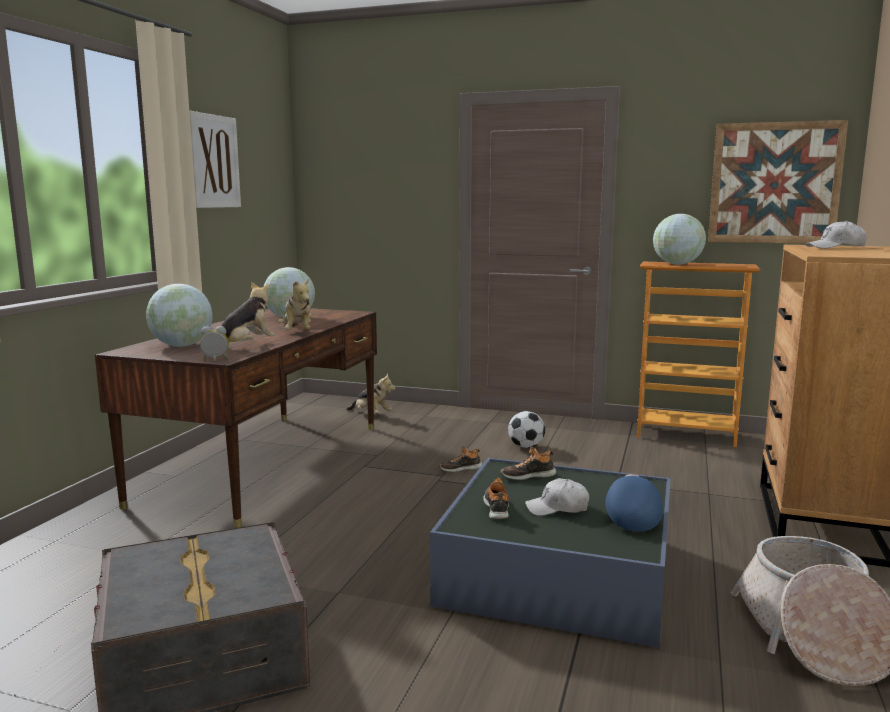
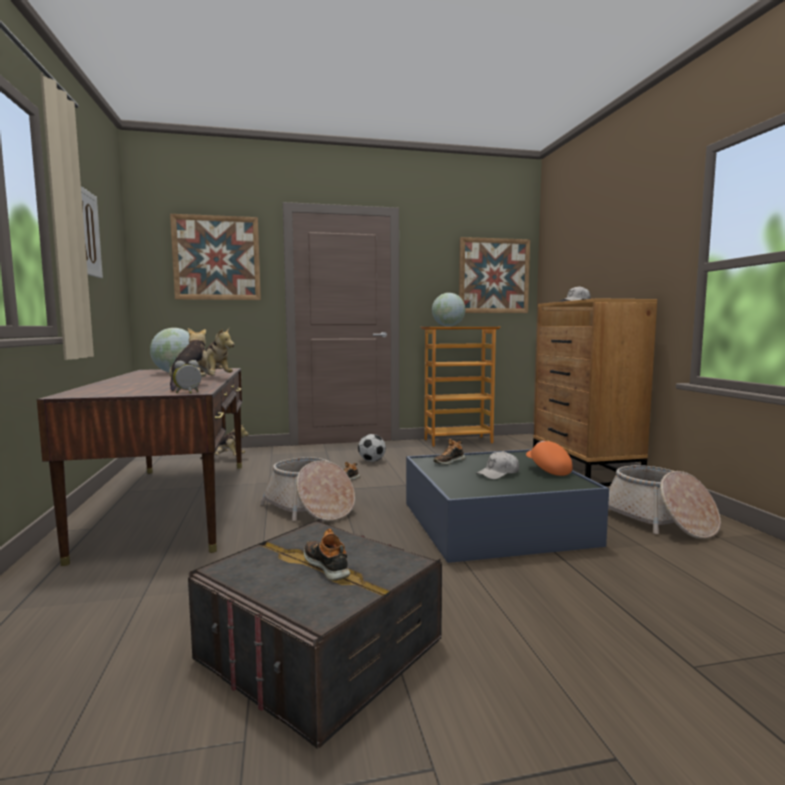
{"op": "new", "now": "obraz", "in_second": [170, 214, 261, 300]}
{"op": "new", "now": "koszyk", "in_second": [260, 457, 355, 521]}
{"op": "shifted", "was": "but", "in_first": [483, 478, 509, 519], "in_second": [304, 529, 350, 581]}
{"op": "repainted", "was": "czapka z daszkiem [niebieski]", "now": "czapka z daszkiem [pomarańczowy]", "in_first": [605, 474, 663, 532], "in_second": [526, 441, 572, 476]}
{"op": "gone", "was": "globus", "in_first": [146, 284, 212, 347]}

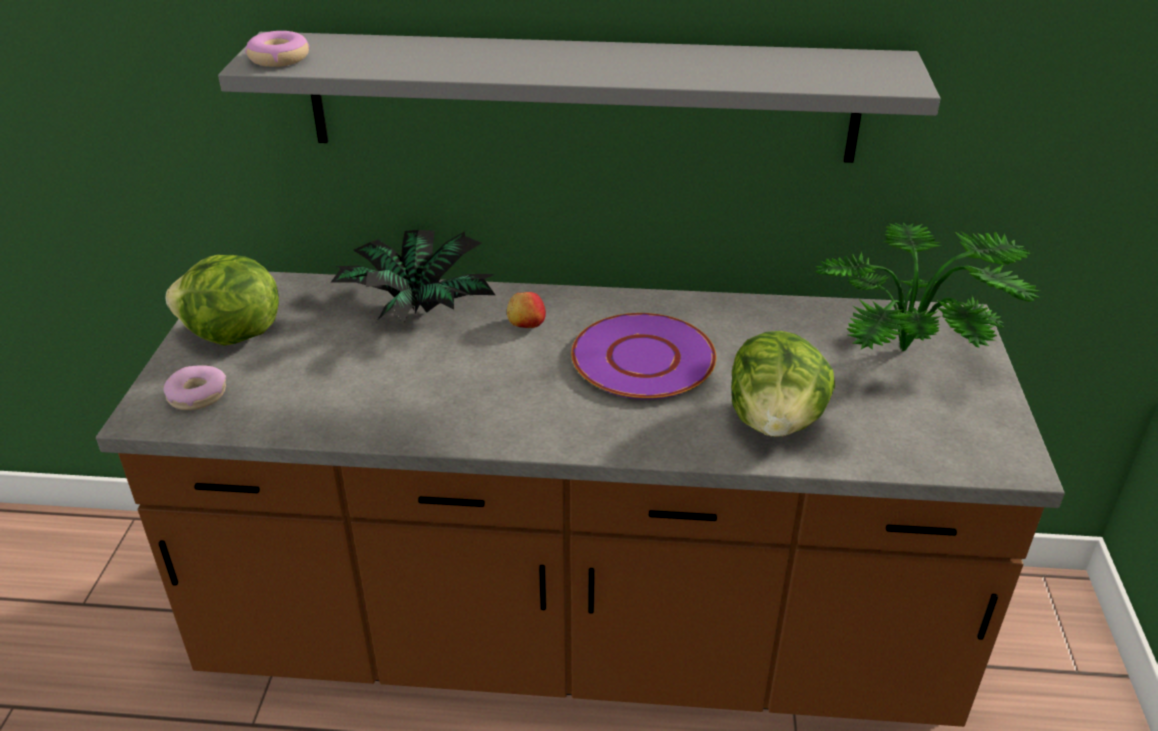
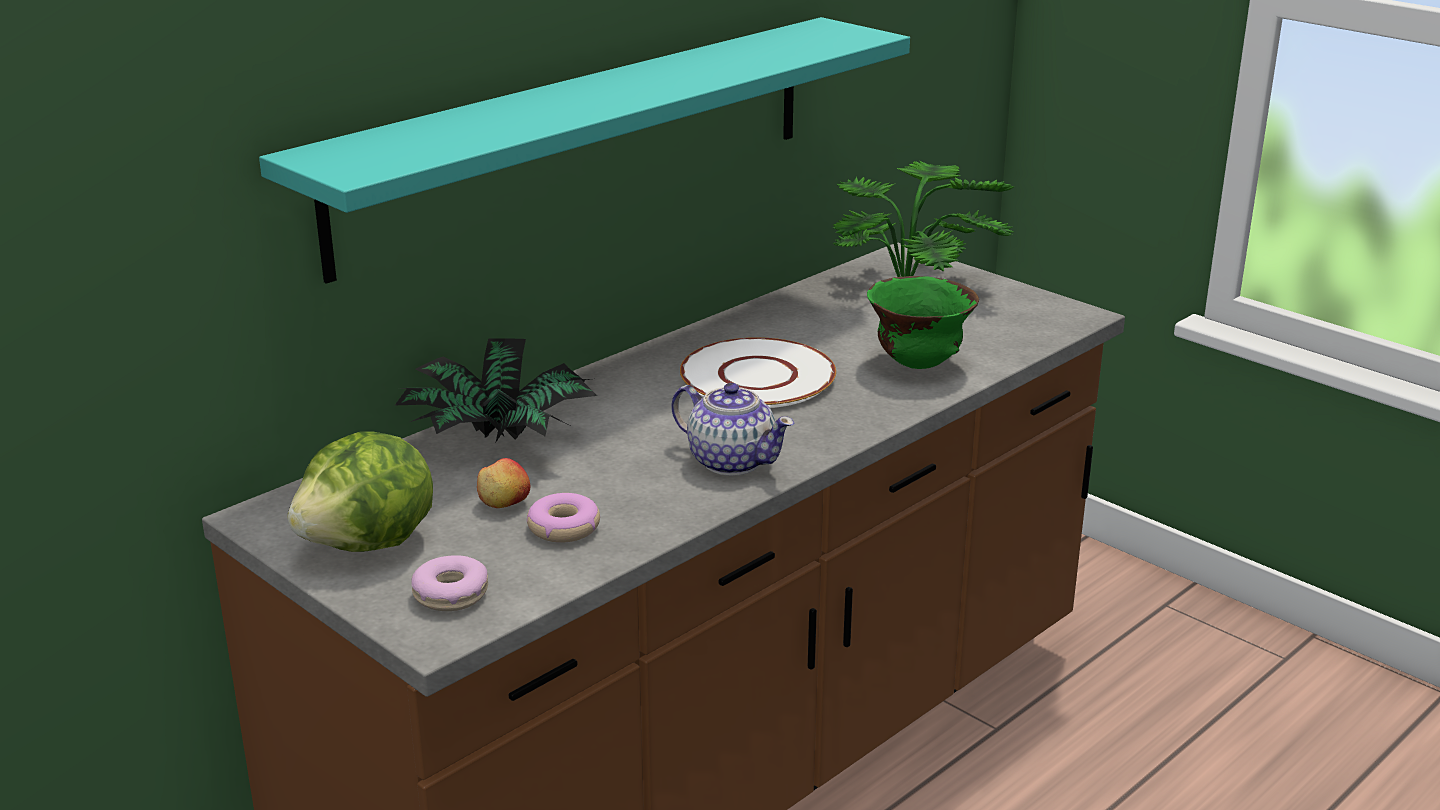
{"op": "repainted", "was": "półka [szary]", "now": "półka [turkusowy]", "in_first": [218, 32, 941, 163], "in_second": [259, 17, 910, 284]}
{"op": "shifted", "was": "jabłko", "in_first": [507, 292, 546, 328], "in_second": [477, 458, 530, 508]}
{"op": "shifted", "was": "donut", "in_first": [245, 31, 310, 67], "in_second": [527, 493, 600, 543]}
{"op": "new", "now": "imbryk", "in_second": [671, 383, 794, 476]}
{"op": "repainted", "was": "talerz [fioletowy]", "now": "talerz [biały]", "in_first": [571, 313, 716, 400], "in_second": [680, 337, 836, 408]}
{"op": "swapped", "was": "sałata", "now": "miska [zielony]", "in_first": [731, 331, 835, 437], "in_second": [867, 276, 979, 369]}

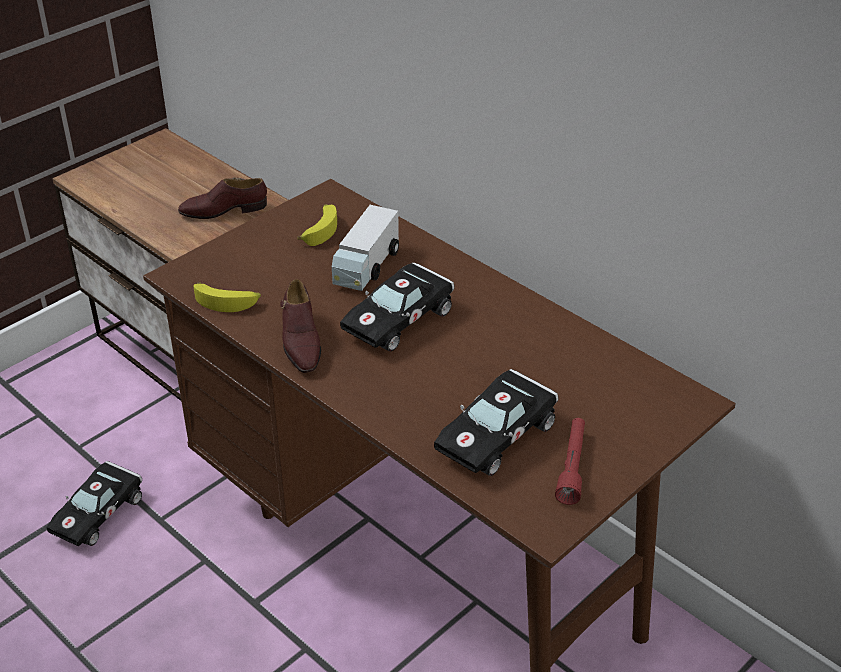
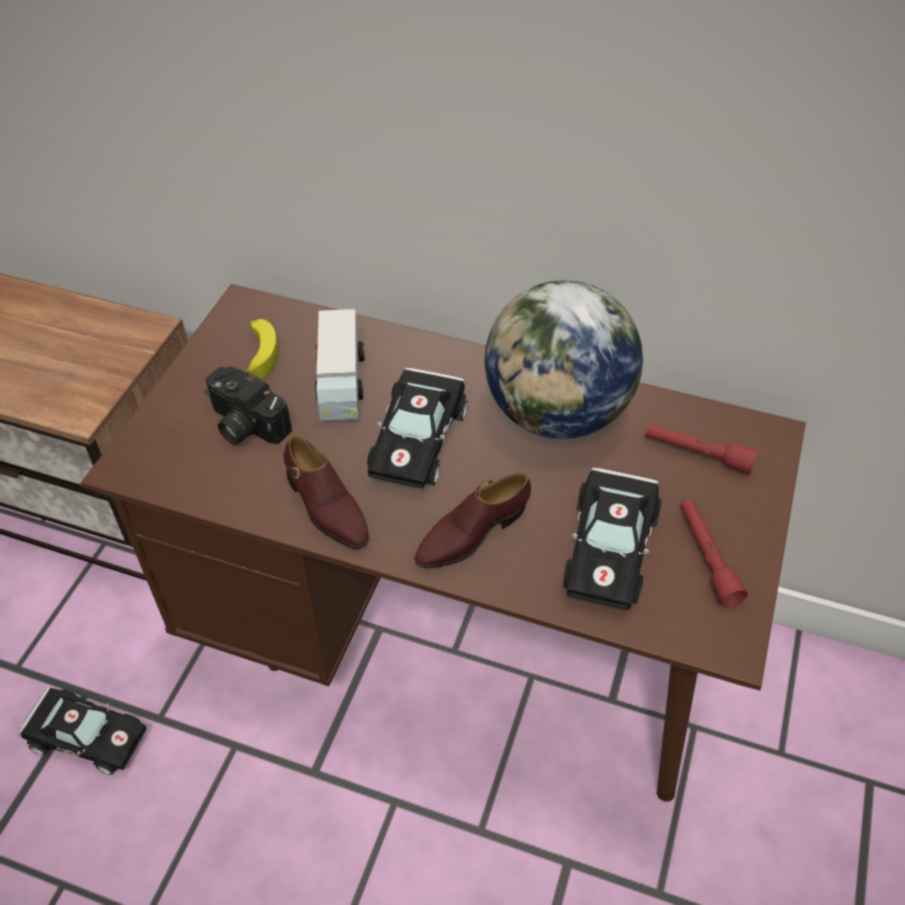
{"op": "rotated", "was": "samochodzik [czarny]", "in_first": [46, 461, 142, 546], "in_second": [18, 687, 147, 775], "clockwise": -75}
{"op": "new", "now": "aparat fotograficzny", "in_second": [205, 366, 292, 445]}
{"op": "shifted", "was": "but [brązowy]", "in_first": [178, 177, 267, 219], "in_second": [414, 473, 531, 568]}
{"op": "new", "now": "globus", "in_second": [485, 280, 643, 439]}
{"op": "new", "now": "latarka [czerwony]", "in_second": [645, 423, 758, 475]}
{"op": "gone", "was": "banan", "in_first": [194, 282, 261, 312]}

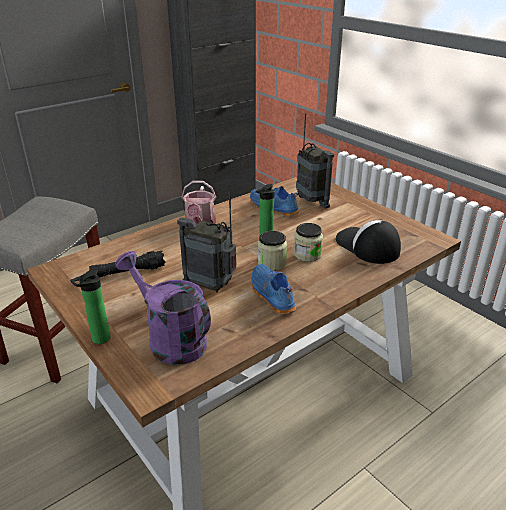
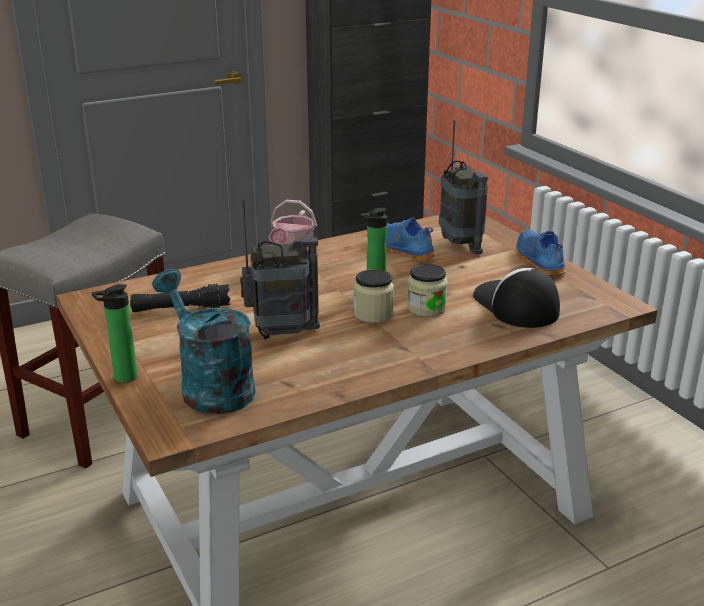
{"op": "repainted", "was": "konewka [fioletowy]", "now": "konewka [turkusowy]", "in_first": [115, 251, 211, 365], "in_second": [152, 269, 256, 414]}
{"op": "rotated", "was": "radio", "in_first": [177, 191, 236, 292], "in_second": [240, 199, 320, 340], "clockwise": 135}
{"op": "shifted", "was": "but [niebieski]", "in_first": [251, 264, 296, 314], "in_second": [516, 230, 566, 275]}

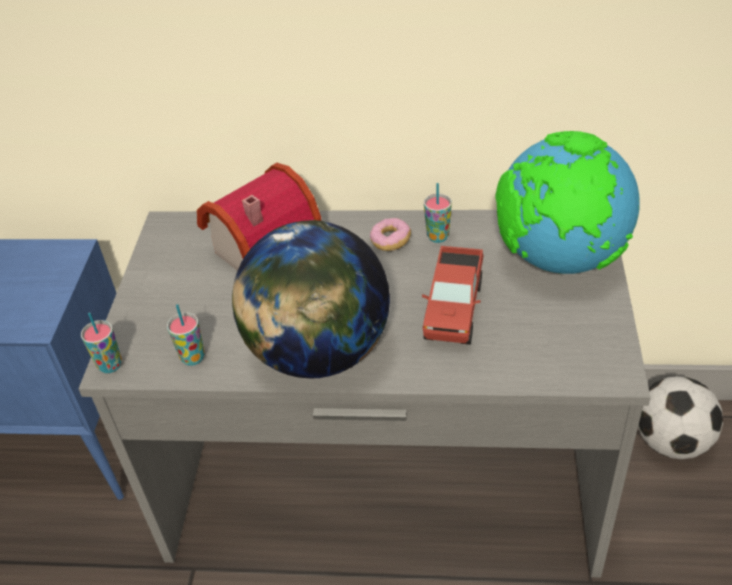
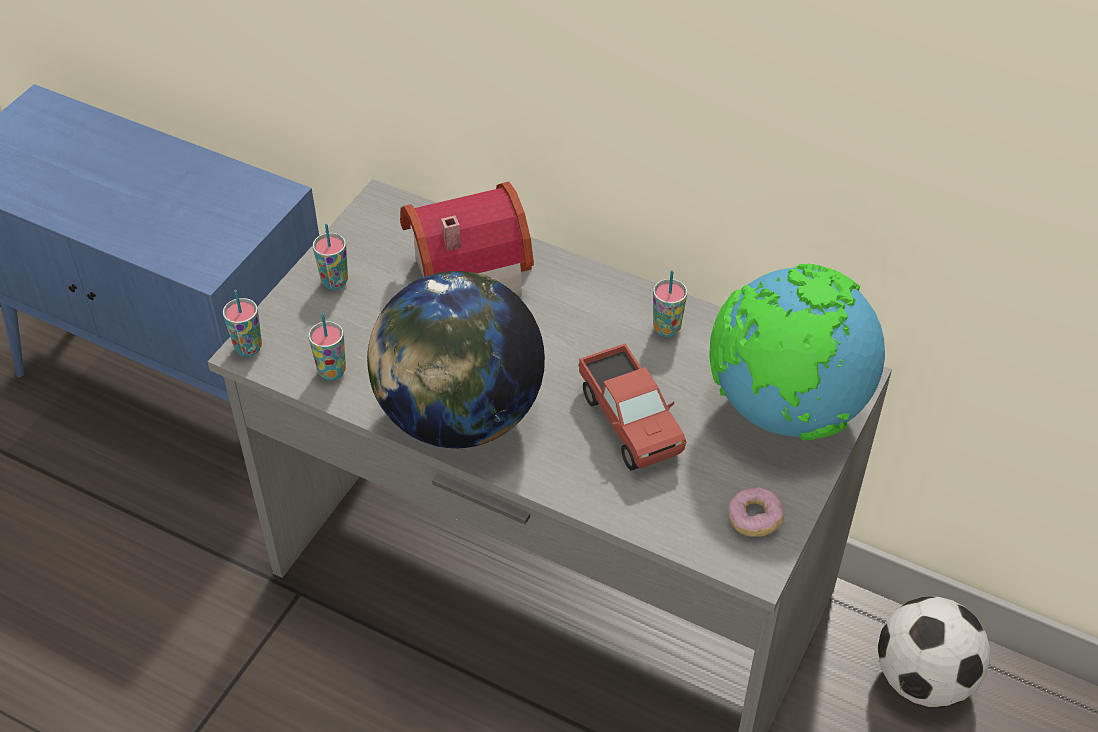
{"op": "new", "now": "filiżanka", "in_second": [313, 224, 348, 290]}
{"op": "rotated", "was": "ciężarówka zabawkowa", "in_first": [422, 246, 484, 345], "in_second": [578, 344, 686, 471], "clockwise": -60}
{"op": "shifted", "was": "donut", "in_first": [370, 218, 411, 251], "in_second": [728, 487, 784, 537]}

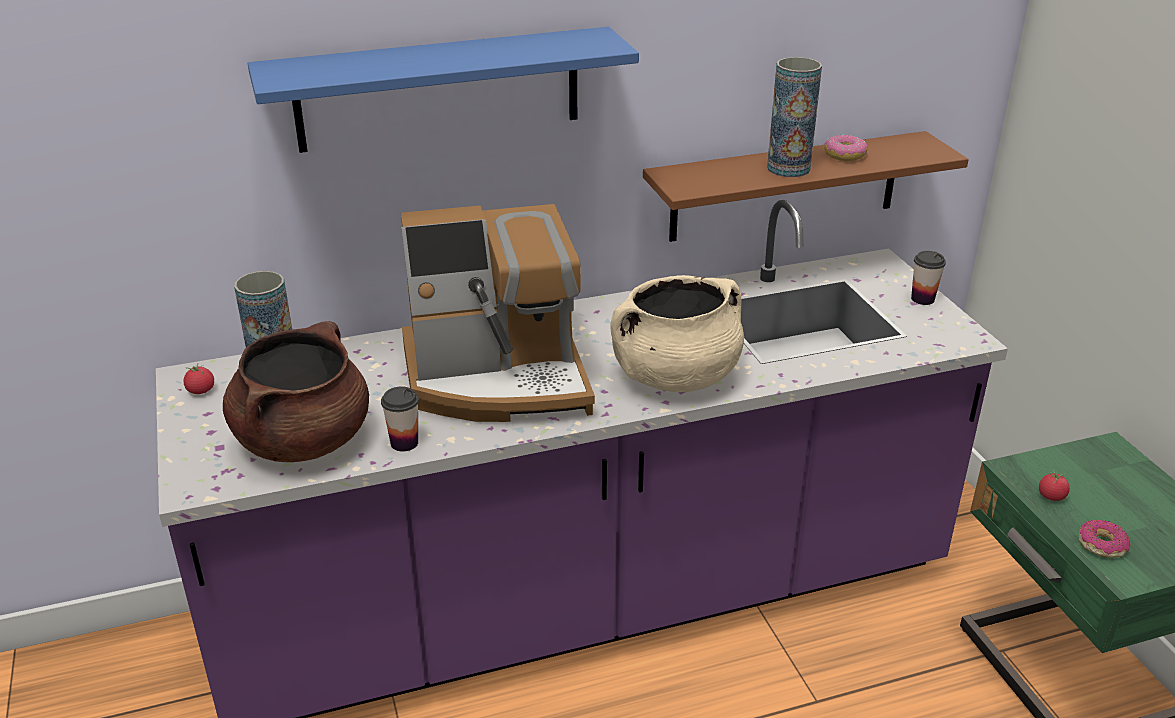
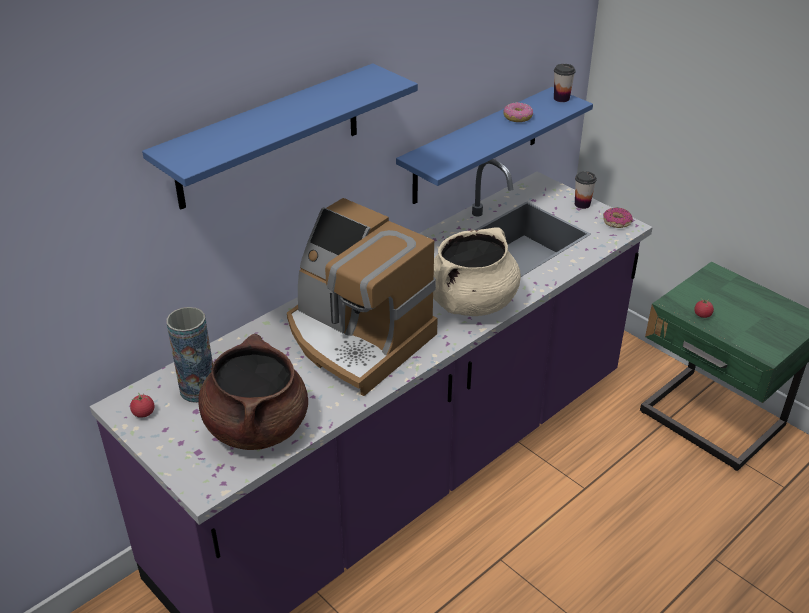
{"op": "rotated", "was": "ekspres do kawy", "in_first": [401, 204, 595, 422], "in_second": [287, 198, 438, 396], "clockwise": 75}
{"op": "repainted", "was": "półka [brązowy]", "now": "półka [niebieski]", "in_first": [643, 131, 969, 242], "in_second": [396, 87, 593, 204]}
{"op": "shifted", "was": "filiżanka", "in_first": [381, 386, 419, 452], "in_second": [554, 64, 576, 102]}
{"op": "shifted", "was": "donut", "in_first": [1079, 520, 1130, 558], "in_second": [603, 208, 633, 228]}
{"op": "gone", "was": "wazon", "in_first": [767, 57, 822, 177]}

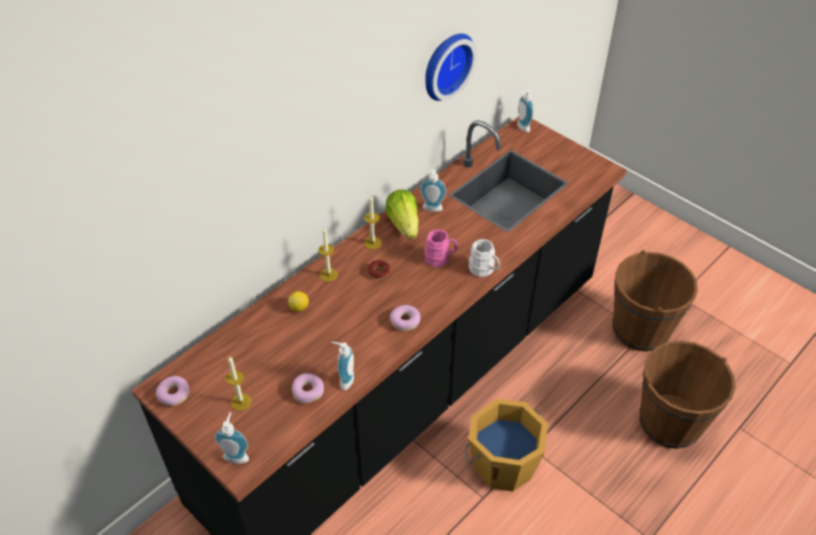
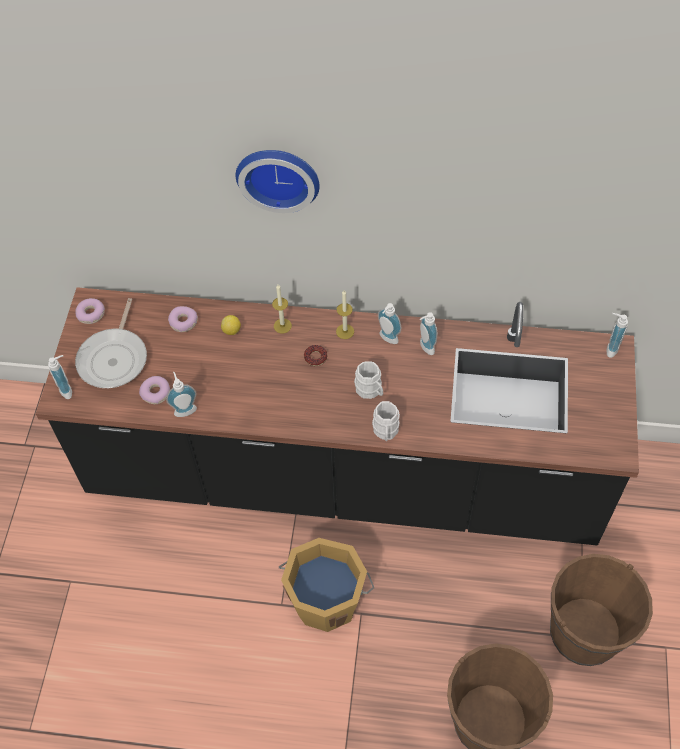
{"op": "swapped", "was": "świeca", "now": "patelnia", "in_first": [226, 356, 251, 411], "in_second": [75, 298, 147, 388]}
{"op": "shifted", "was": "donut", "in_first": [390, 305, 421, 331], "in_second": [168, 306, 198, 332]}
{"op": "shifted", "was": "zegar ścienny", "in_first": [425, 34, 477, 101], "in_second": [235, 150, 320, 213]}
{"op": "repainted", "was": "kubek [różowy]", "now": "kubek [biały]", "in_first": [424, 229, 458, 267], "in_second": [354, 361, 383, 399]}
{"op": "swapped", "was": "sałata", "now": "dozownik mydła", "in_first": [386, 190, 418, 240], "in_second": [378, 303, 401, 344]}

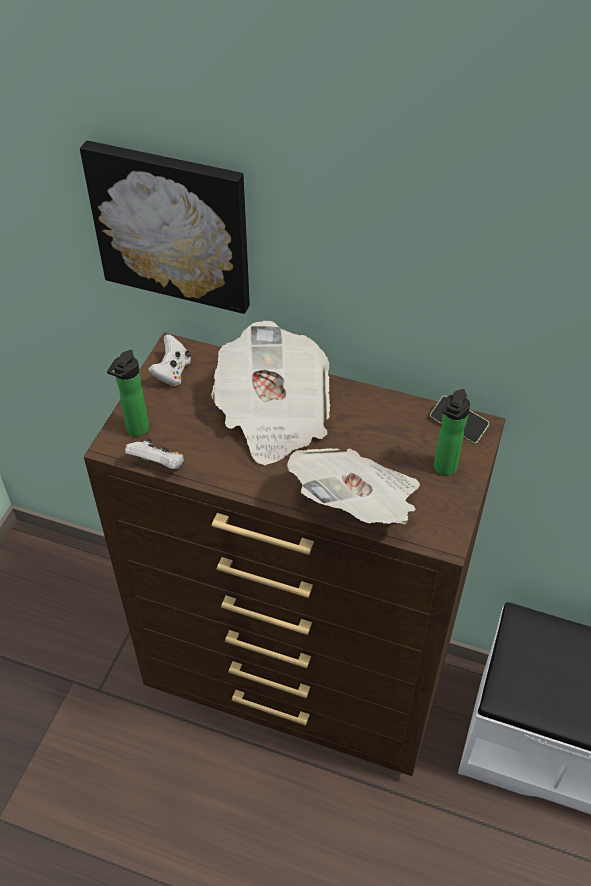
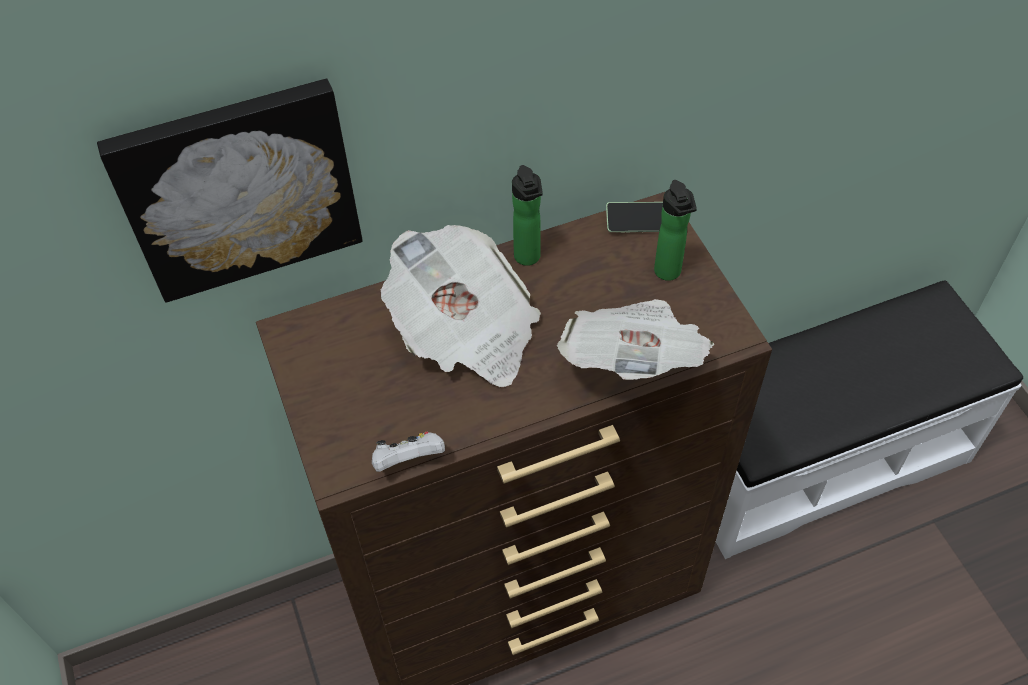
{"op": "shifted", "was": "butelka", "in_first": [107, 350, 149, 437], "in_second": [512, 165, 543, 266]}
{"op": "gone", "was": "pad do gier [biały]", "in_first": [148, 334, 191, 386]}

